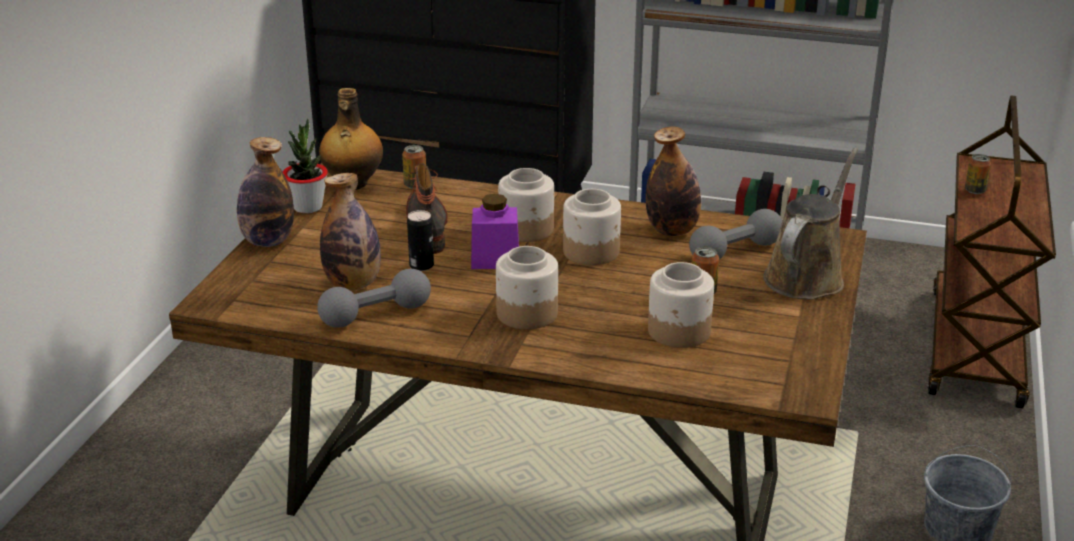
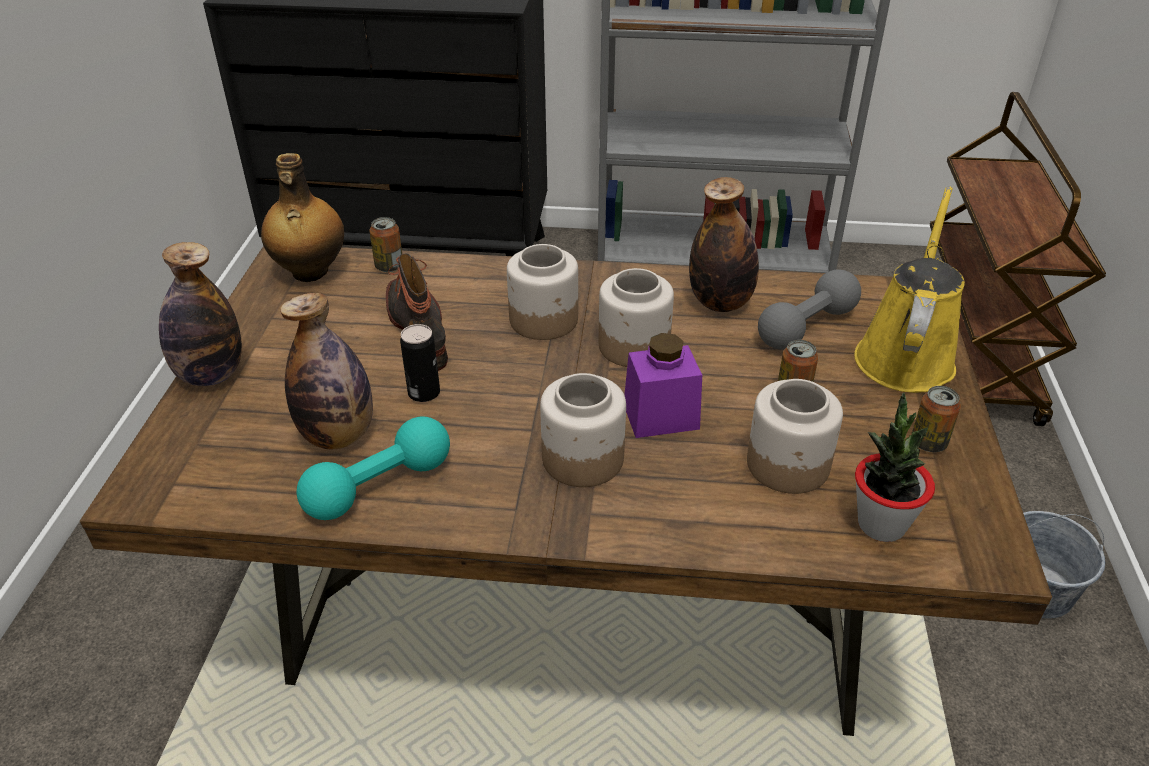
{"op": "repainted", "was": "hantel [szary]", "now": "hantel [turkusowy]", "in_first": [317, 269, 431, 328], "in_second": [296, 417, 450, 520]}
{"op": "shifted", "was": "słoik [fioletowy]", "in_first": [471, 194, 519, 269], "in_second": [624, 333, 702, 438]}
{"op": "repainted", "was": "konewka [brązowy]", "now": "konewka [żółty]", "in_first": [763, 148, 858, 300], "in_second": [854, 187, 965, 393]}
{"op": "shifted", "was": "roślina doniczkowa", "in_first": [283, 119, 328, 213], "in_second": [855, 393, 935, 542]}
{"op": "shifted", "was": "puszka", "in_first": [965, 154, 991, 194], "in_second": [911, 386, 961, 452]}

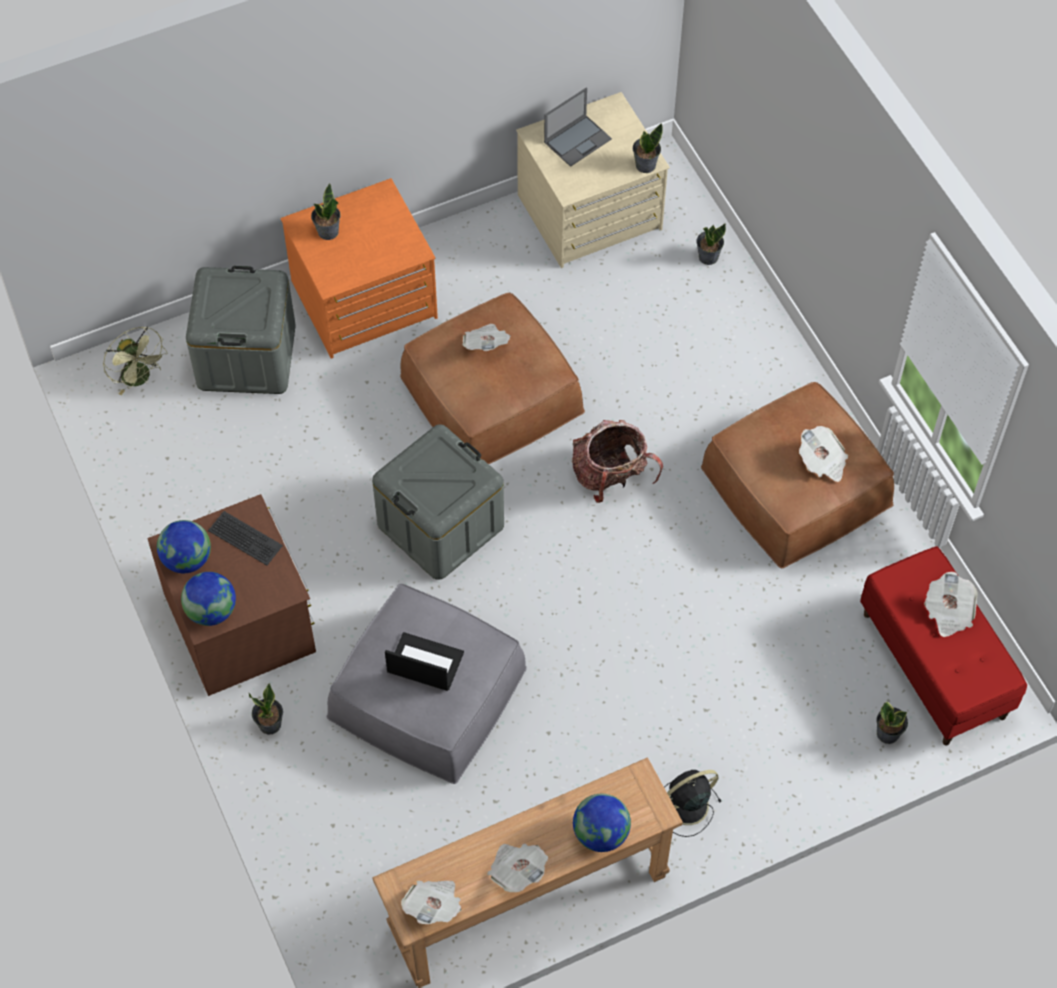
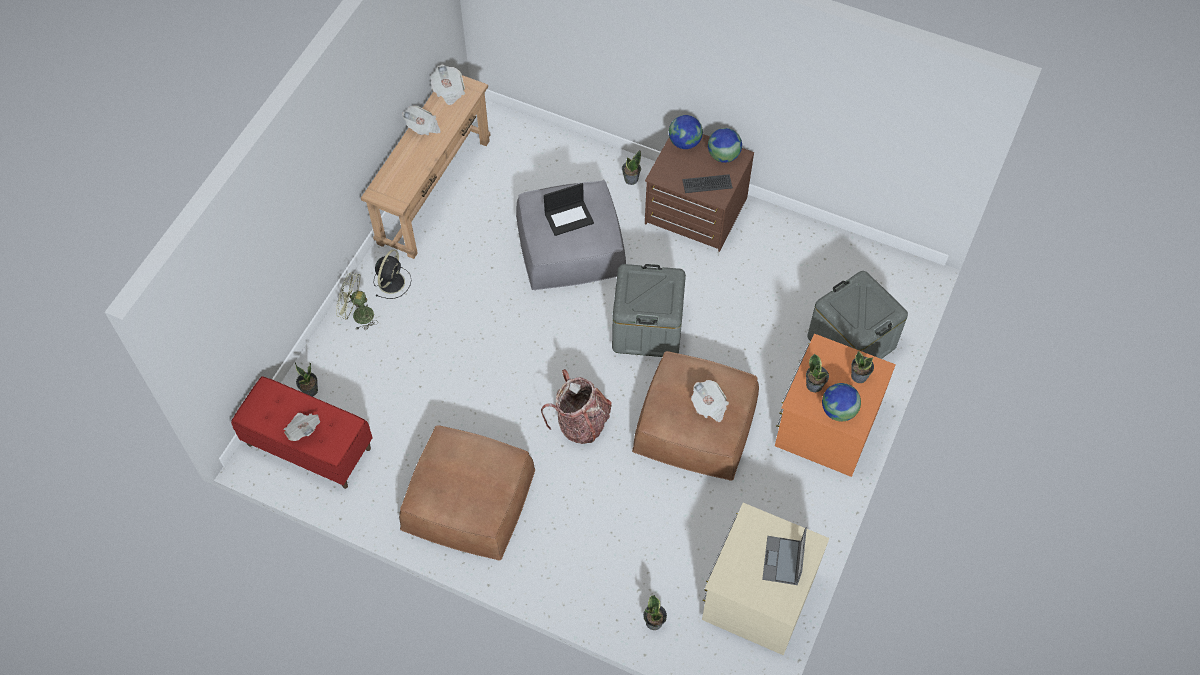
{"op": "shifted", "was": "wentylator [zielony]", "in_first": [103, 326, 167, 395], "in_second": [336, 272, 378, 330]}
{"op": "shifted", "was": "roślina doniczkowa", "in_first": [633, 123, 663, 173], "in_second": [806, 354, 829, 392]}
{"op": "shifted", "was": "globus", "in_first": [573, 794, 631, 852], "in_second": [822, 383, 861, 421]}
{"op": "gone", "was": "gazeta", "in_first": [799, 426, 848, 482]}

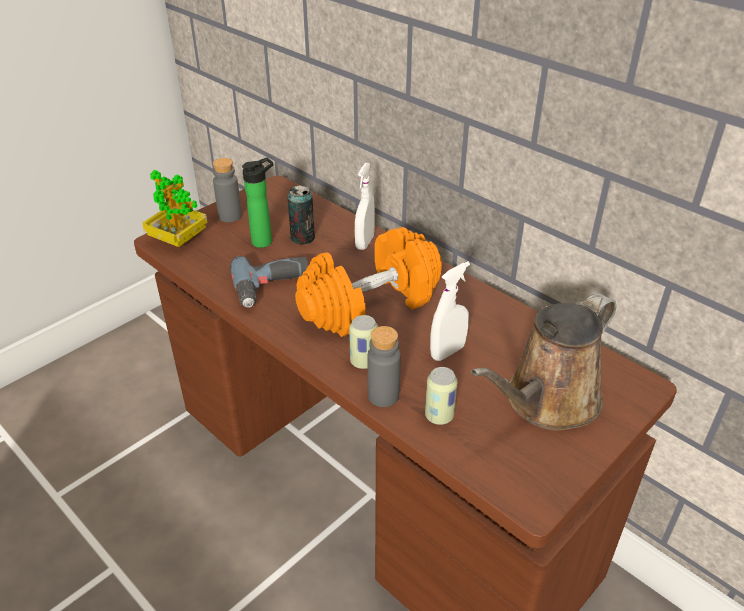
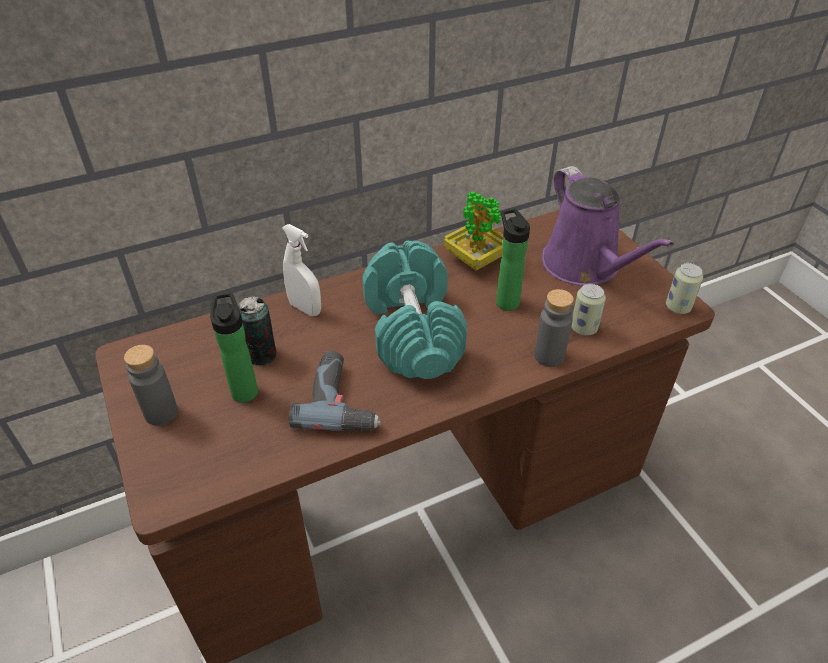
{"op": "repainted", "was": "hantel [pomarańczowy]", "now": "hantel [turkusowy]", "in_first": [295, 227, 442, 337], "in_second": [362, 241, 467, 379]}
{"op": "shifted", "was": "roślina doniczkowa", "in_first": [143, 170, 208, 247], "in_second": [444, 191, 503, 271]}
{"op": "swapped", "was": "spryskiwacz [biały]", "now": "butelka", "in_first": [430, 261, 470, 361], "in_second": [496, 209, 530, 311]}
{"op": "repainted", "was": "konewka [brązowy]", "now": "konewka [fioletowy]", "in_first": [471, 293, 616, 431], "in_second": [542, 166, 674, 286]}
{"op": "shifted", "was": "puszka", "in_first": [349, 315, 378, 369], "in_second": [666, 263, 703, 314]}

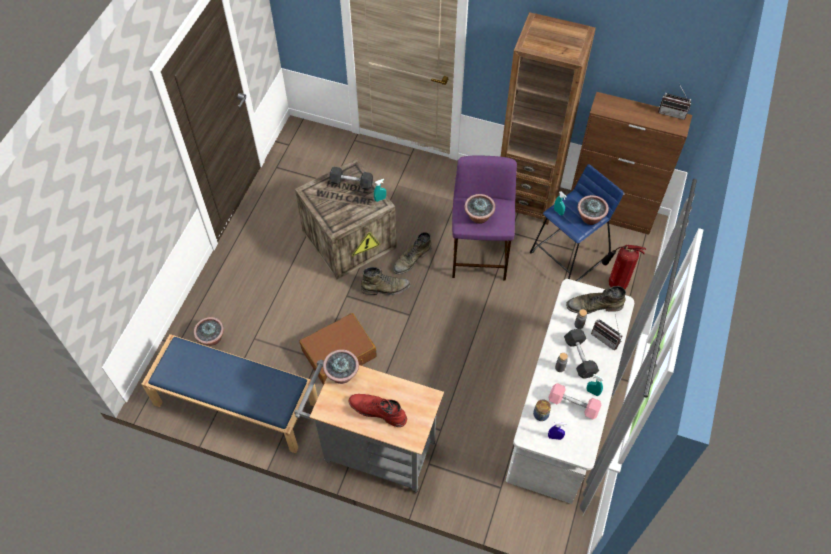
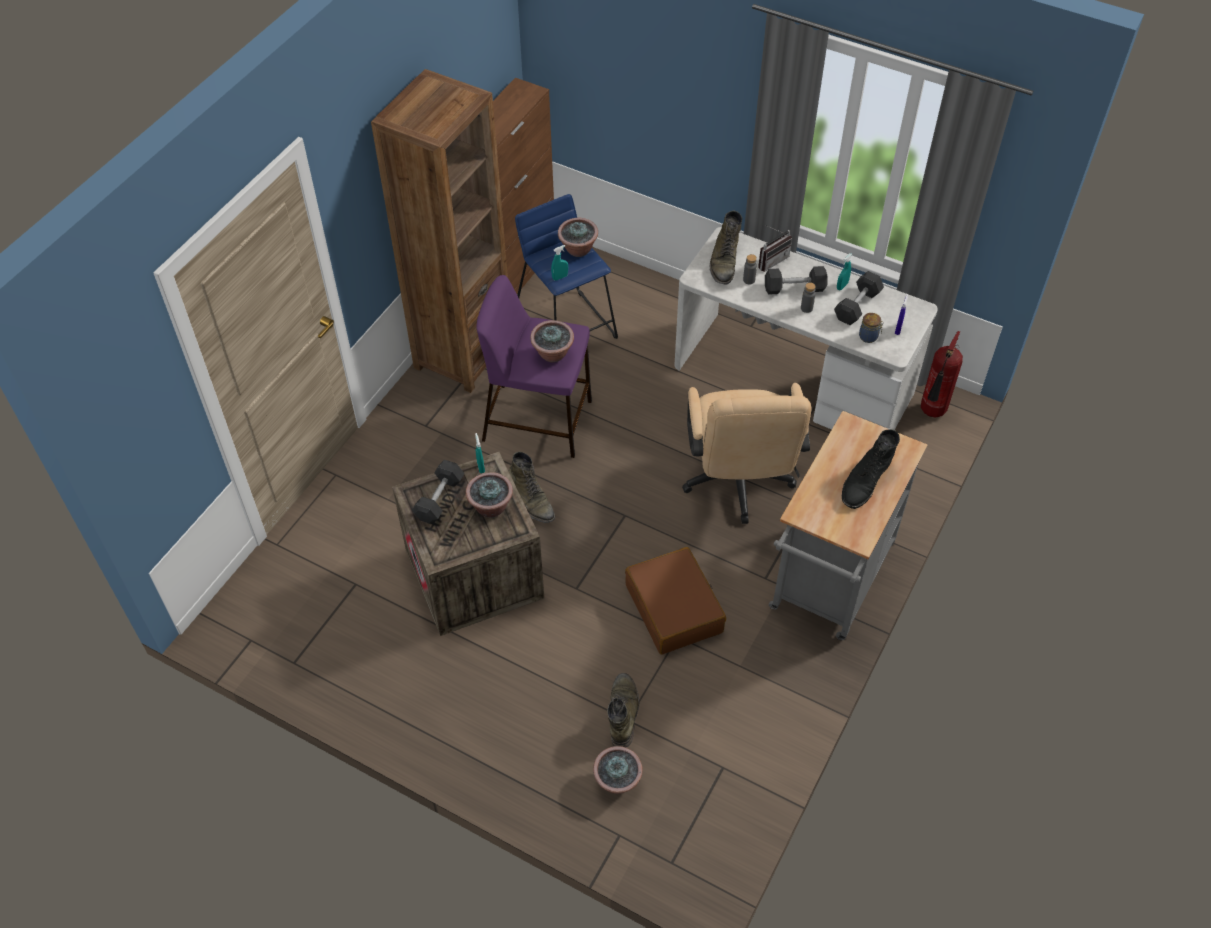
{"op": "shifted", "was": "roślina doniczkowa", "in_first": [323, 349, 359, 384], "in_second": [466, 472, 513, 518]}
{"op": "shifted", "was": "but z cholewką [zielony]", "in_first": [361, 267, 411, 295], "in_second": [607, 673, 639, 747]}
{"op": "new", "now": "krzesło biurowe [beżowy]", "in_second": [682, 383, 812, 524]}
{"op": "repainted", "was": "hantel [różowy]", "now": "hantel [szary]", "in_first": [548, 383, 601, 419], "in_second": [834, 271, 884, 325]}
{"op": "repainted", "was": "but z cholewką [czerwony]", "now": "but z cholewką [czarny]", "in_first": [349, 394, 407, 427], "in_second": [842, 429, 900, 509]}
{"op": "shifted", "was": "gaśnica", "in_first": [601, 245, 646, 289], "in_second": [921, 331, 963, 418]}
{"op": "gone", "was": "ławka [niebieski]", "in_first": [141, 334, 318, 453]}
{"op": "gone", "was": "radio", "in_first": [658, 86, 691, 120]}

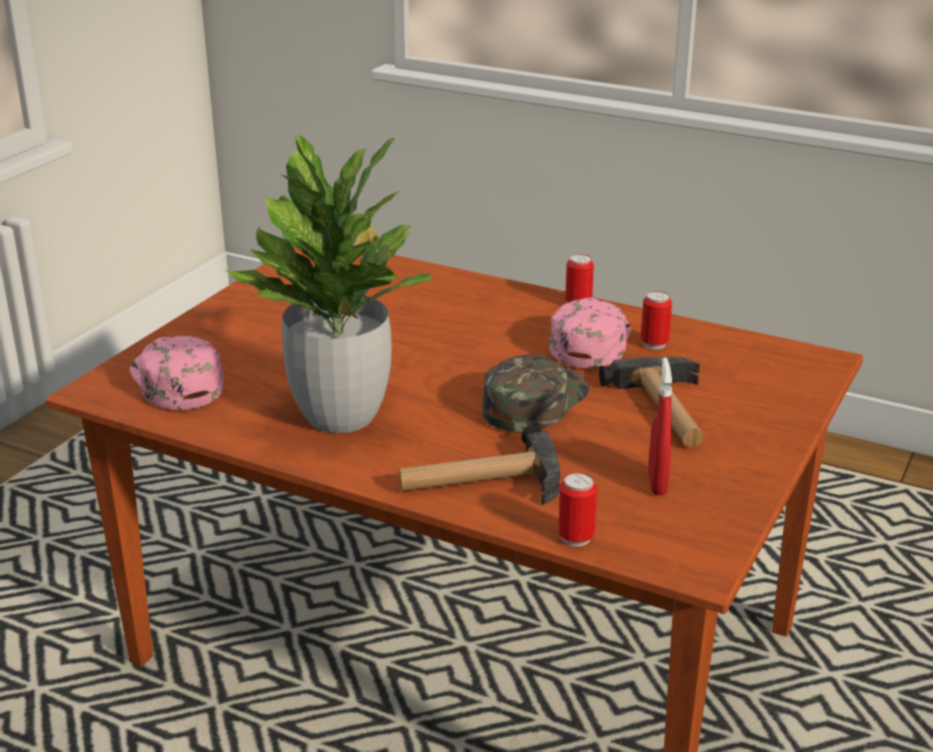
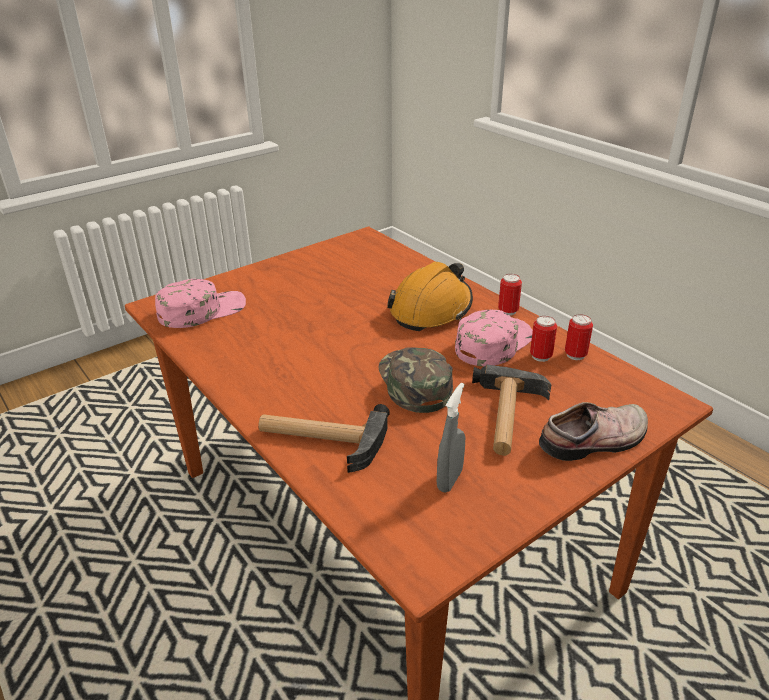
{"op": "rotated", "was": "czapka z daszkiem [różowy]", "in_first": [130, 336, 224, 410], "in_second": [155, 279, 246, 328], "clockwise": 60}
{"op": "rotated", "was": "czapka z daszkiem [zielony]", "in_first": [482, 355, 589, 432], "in_second": [378, 347, 453, 413], "clockwise": -75}
{"op": "new", "now": "kask [pomarańczowy]", "in_second": [387, 262, 473, 331]}
{"op": "repainted", "was": "spryskiwacz [czerwony]", "now": "spryskiwacz [szary]", "in_first": [648, 358, 672, 495], "in_second": [437, 383, 465, 493]}
{"op": "new", "now": "but", "in_second": [539, 402, 648, 461]}
{"op": "shifted", "was": "puszka", "in_first": [558, 473, 597, 547], "in_second": [565, 314, 593, 360]}
{"op": "gone", "was": "roślina doniczkowa", "in_first": [224, 135, 432, 433]}

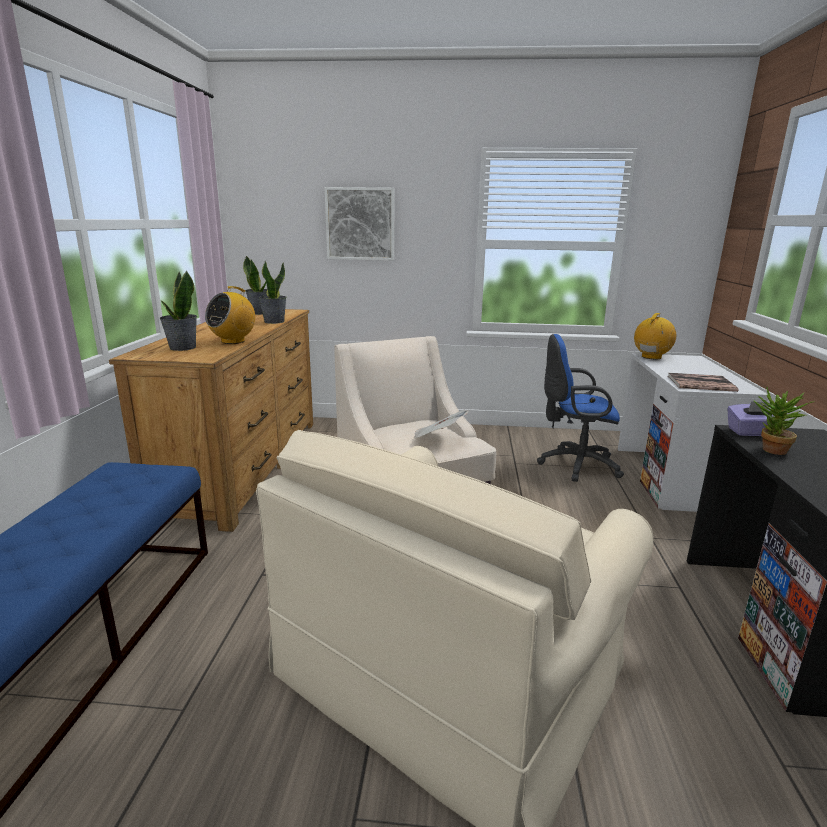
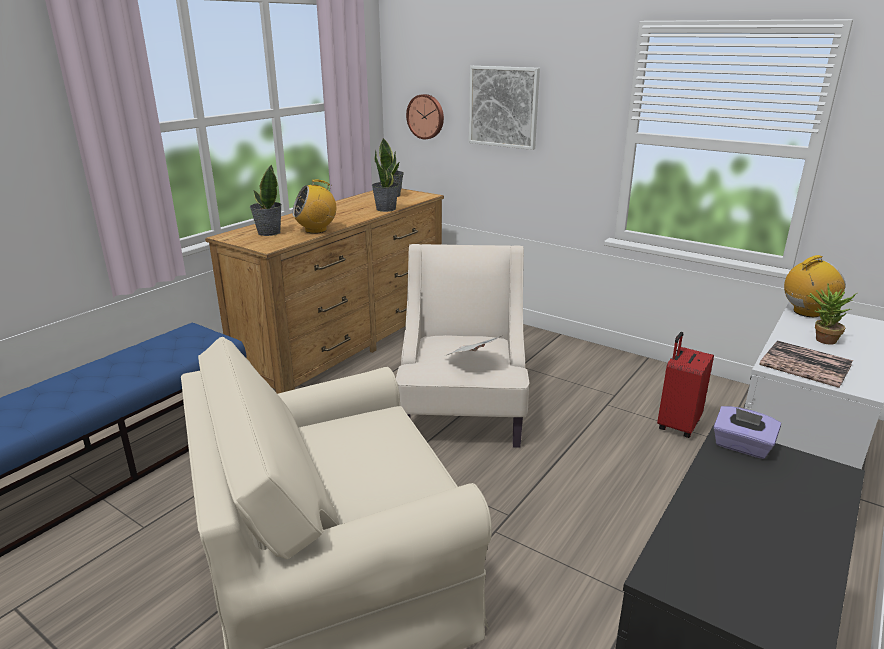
{"op": "new", "now": "zegar ścienny", "in_second": [406, 94, 444, 139]}
{"op": "swapped", "was": "krzesło biurowe [niebieski]", "now": "walizka [czerwony]", "in_first": [537, 334, 624, 482], "in_second": [657, 332, 714, 438]}
{"op": "shifted", "was": "roślina doniczkowa", "in_first": [754, 387, 814, 455], "in_second": [808, 284, 857, 345]}

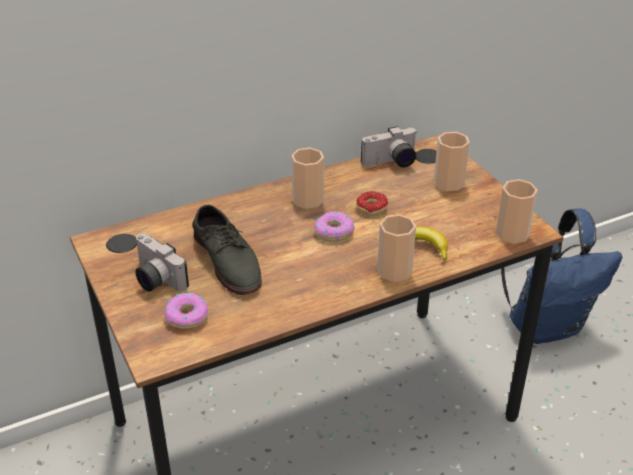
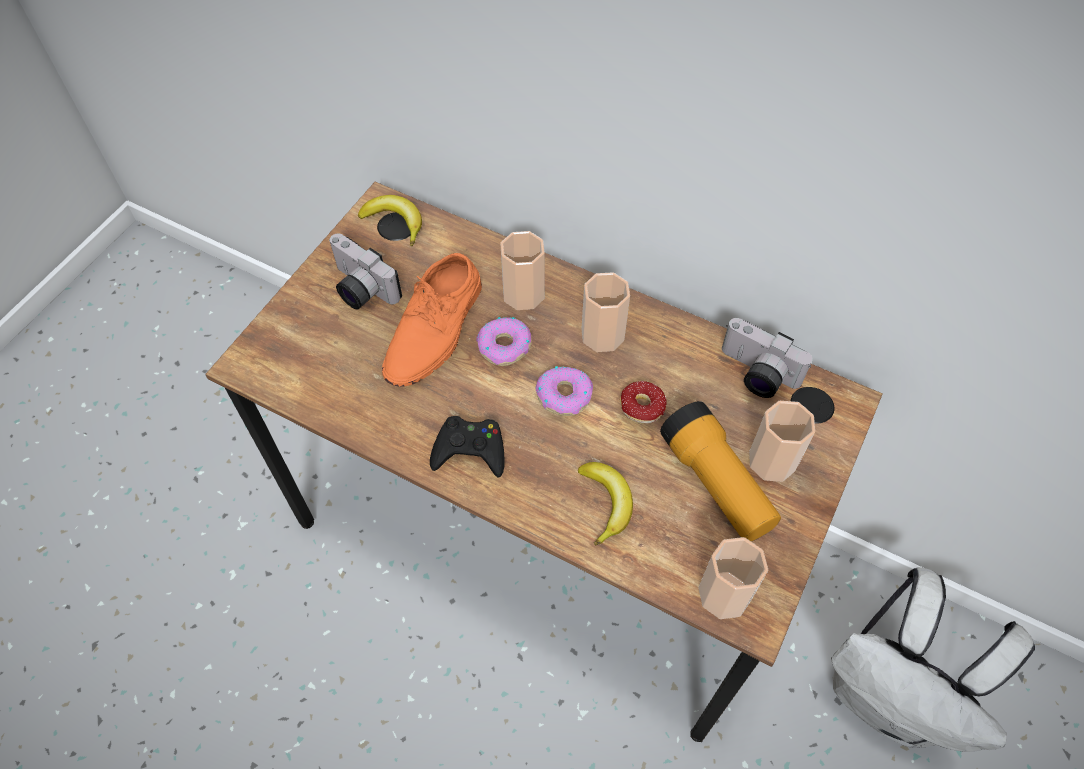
{"op": "rotated", "was": "aparat fotograficzny", "in_first": [135, 233, 189, 292], "in_second": [329, 233, 402, 310], "clockwise": -60}
{"op": "new", "now": "banan", "in_second": [358, 195, 422, 246]}
{"op": "repainted", "was": "but [szary]", "now": "but [pomarańczowy]", "in_first": [192, 204, 262, 295], "in_second": [382, 253, 482, 387]}
{"op": "new", "now": "pad do gier [czarny]", "in_second": [430, 416, 505, 477]}
{"op": "shifted", "was": "donut", "in_first": [164, 293, 208, 329], "in_second": [476, 317, 532, 366]}
{"op": "shifted", "was": "filiżanka", "in_first": [377, 214, 416, 282], "in_second": [500, 231, 545, 310]}
{"op": "new", "now": "latarka", "in_second": [660, 401, 781, 542]}
{"op": "repainted", "was": "plecak [niebieski]", "now": "plecak [biały]", "in_first": [501, 209, 622, 344], "in_second": [831, 567, 1035, 752]}

